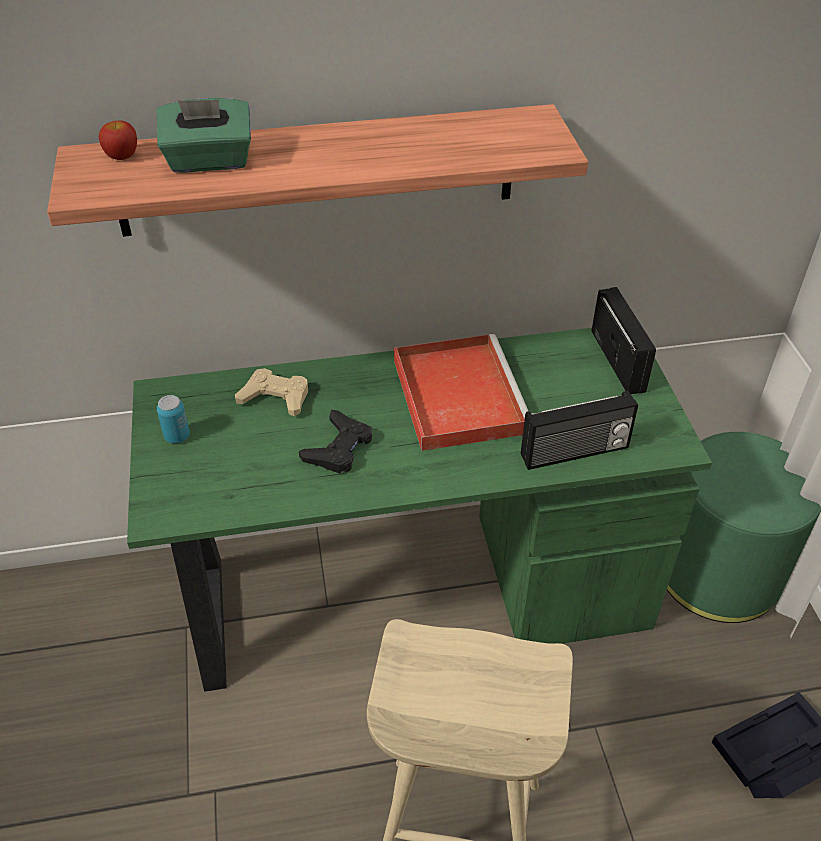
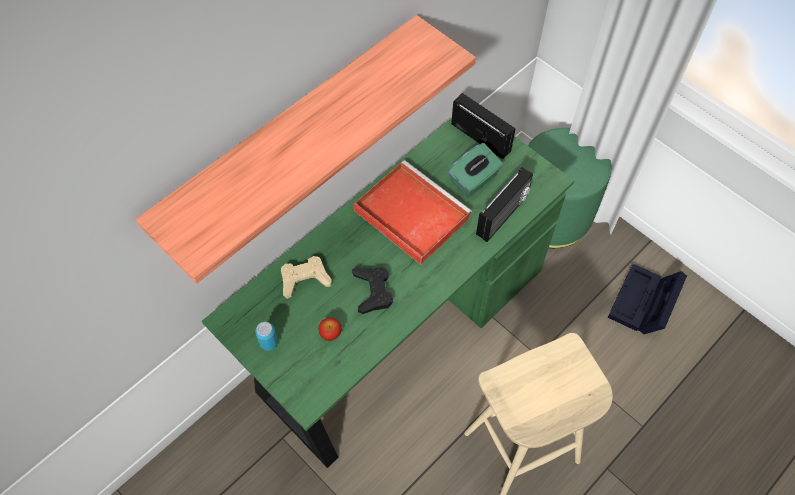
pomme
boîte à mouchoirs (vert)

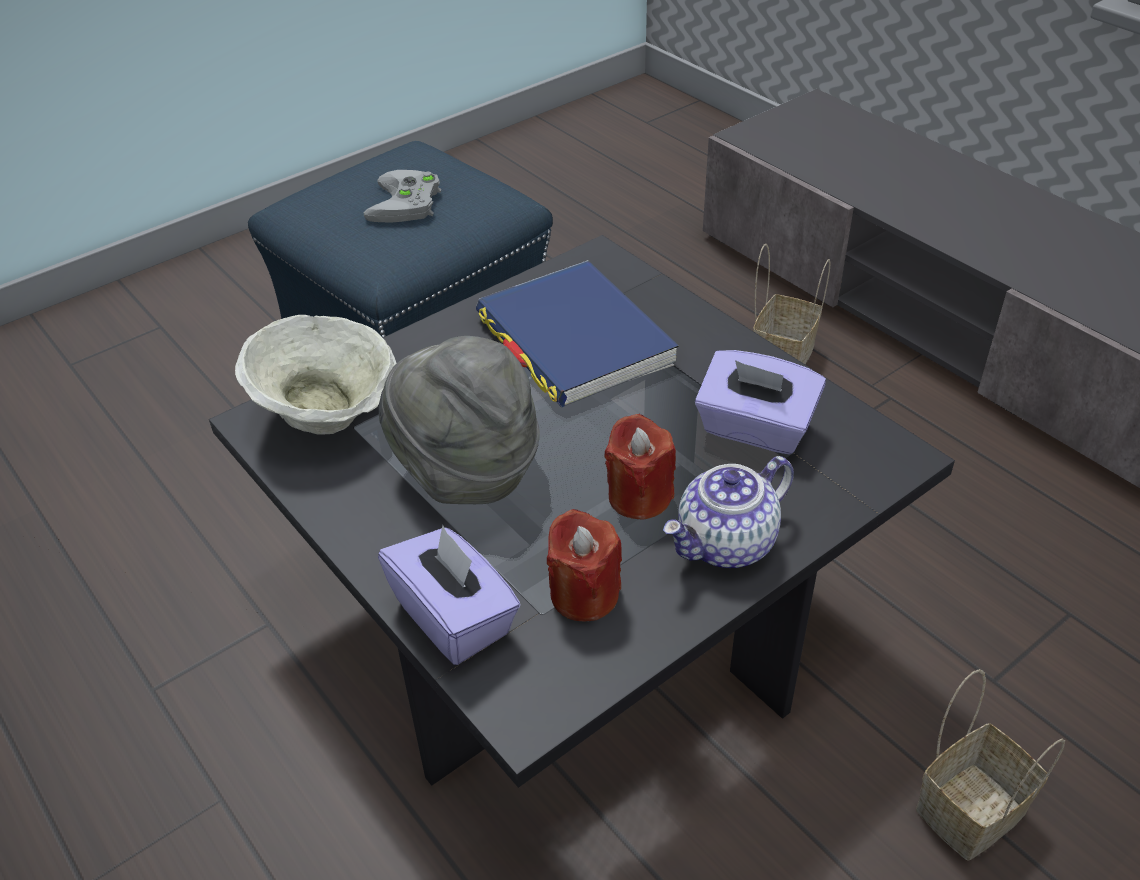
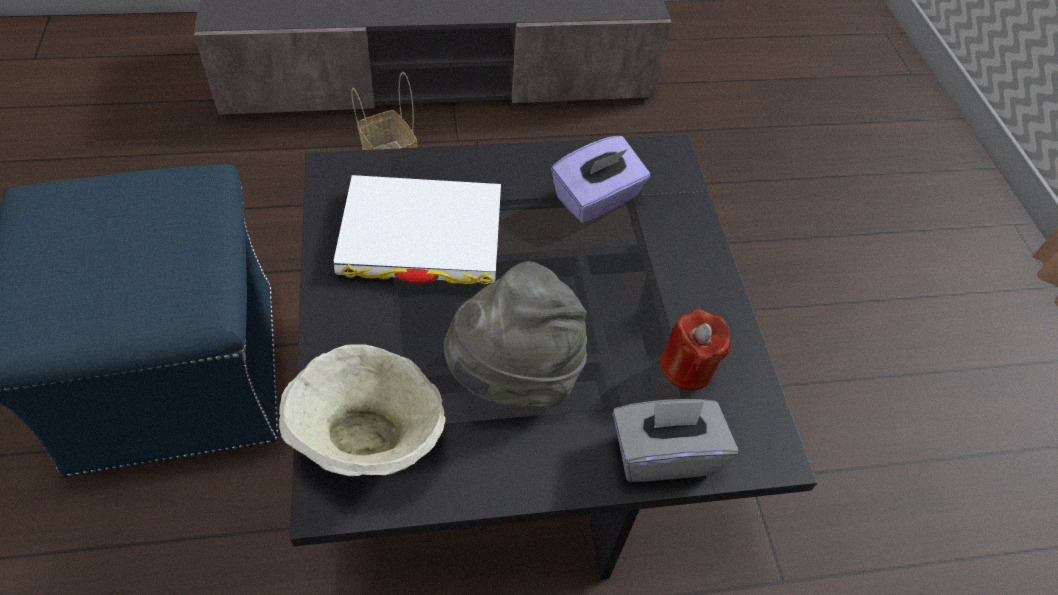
manette (gris)
bougie (rouge) (2nd from left in the first image)
théière
panier (2nd from left in the first image)
boîte à mouchoirs (gris)
livre (blanc)

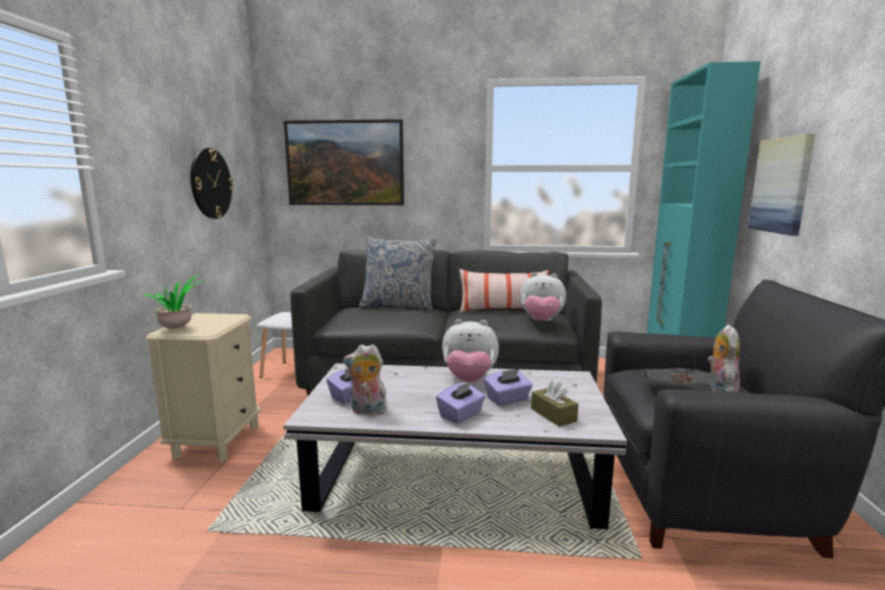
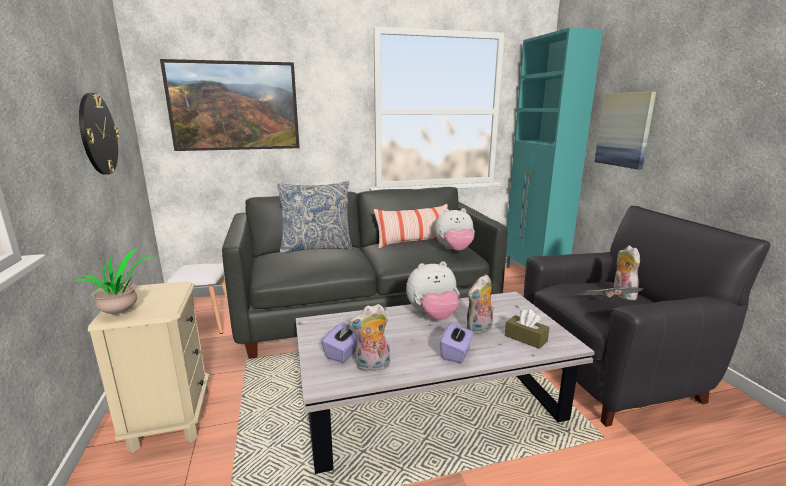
peluche (4th from left)

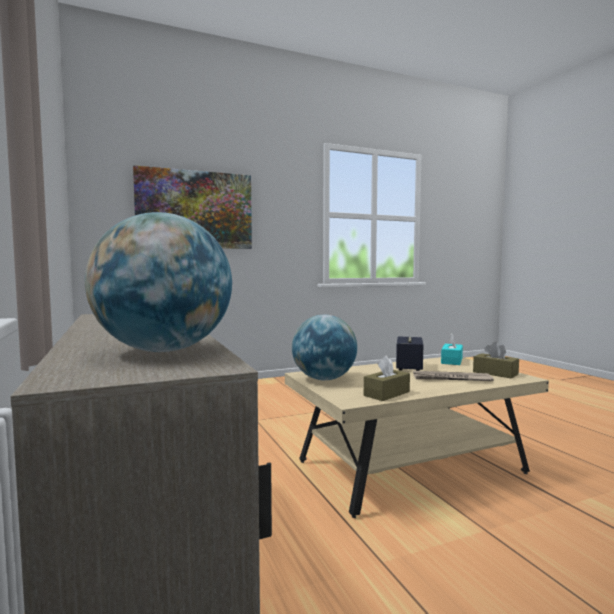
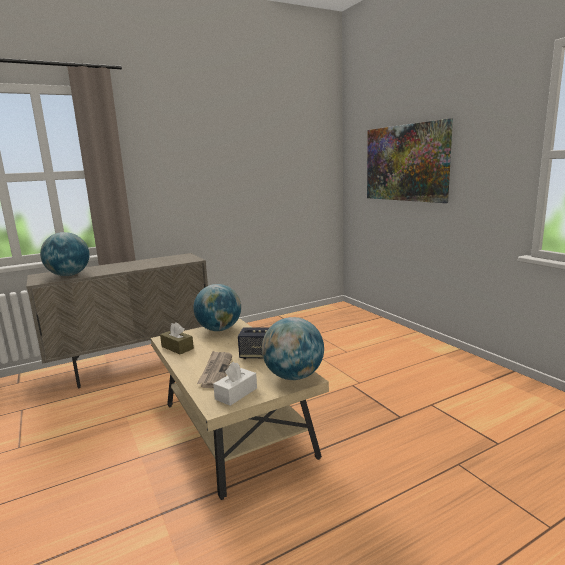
globe (3rd from left)
boîte à mouchoirs (blanc)

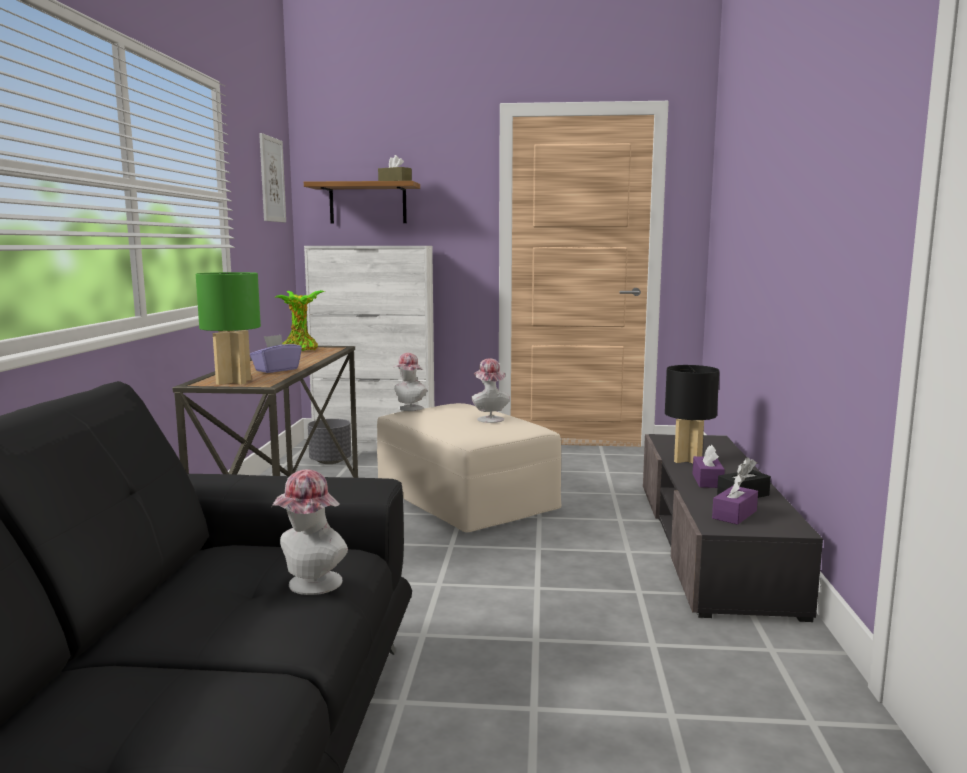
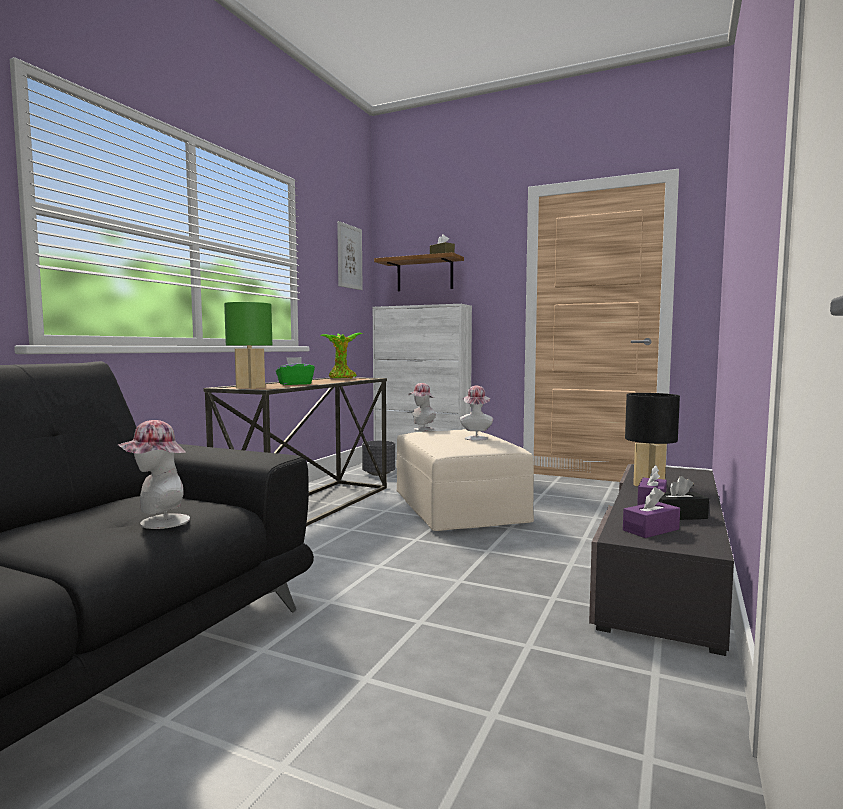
boîte à mouchoirs (vert)

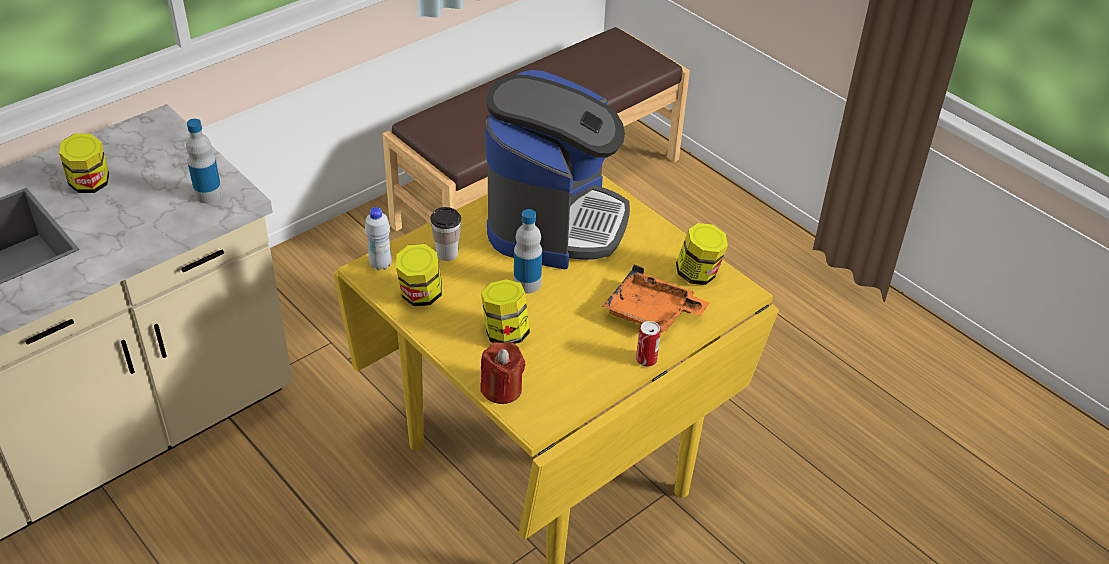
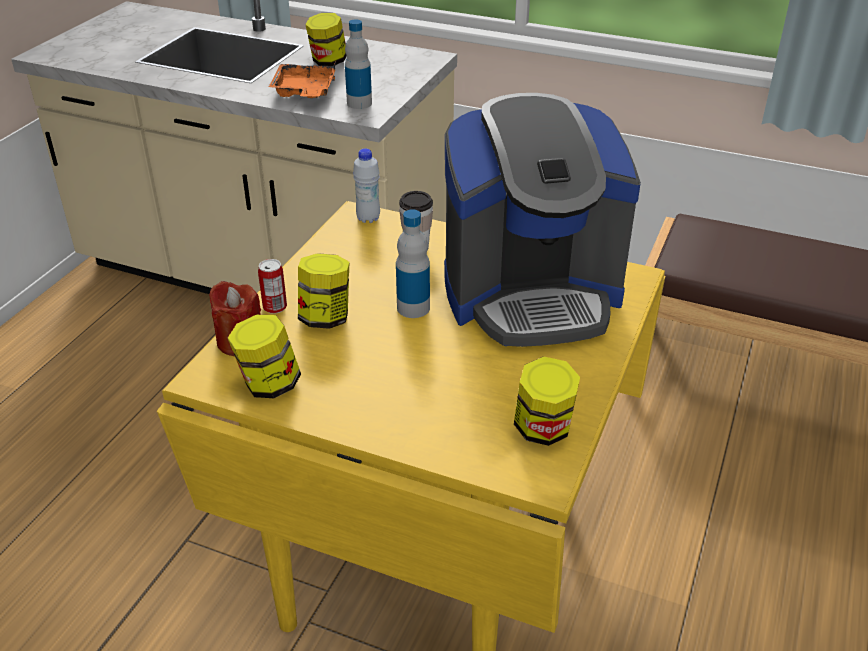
bocal (1st from left)
plateau (orange)
boîte métallique

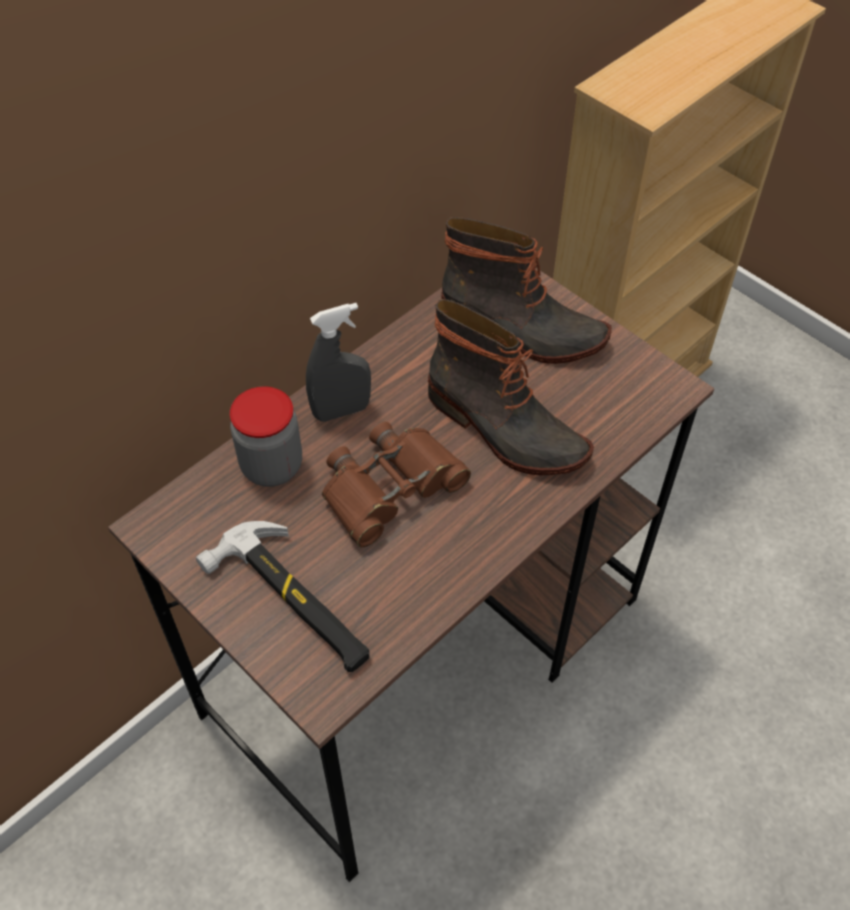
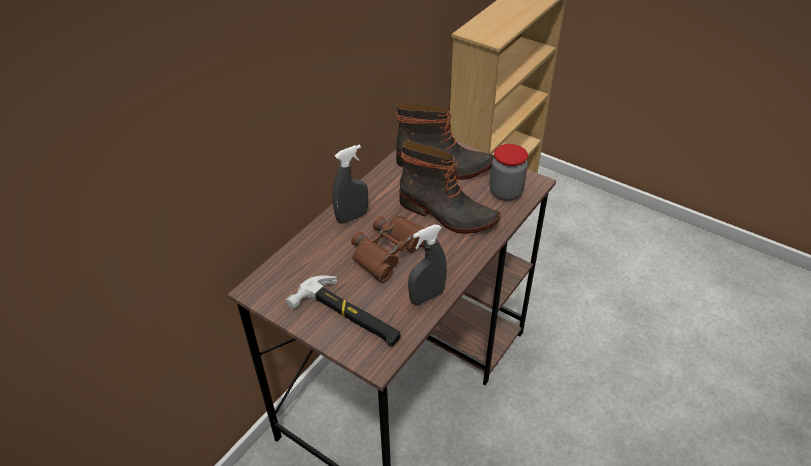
vaporisateur (gris) (2nd from left)
bocal

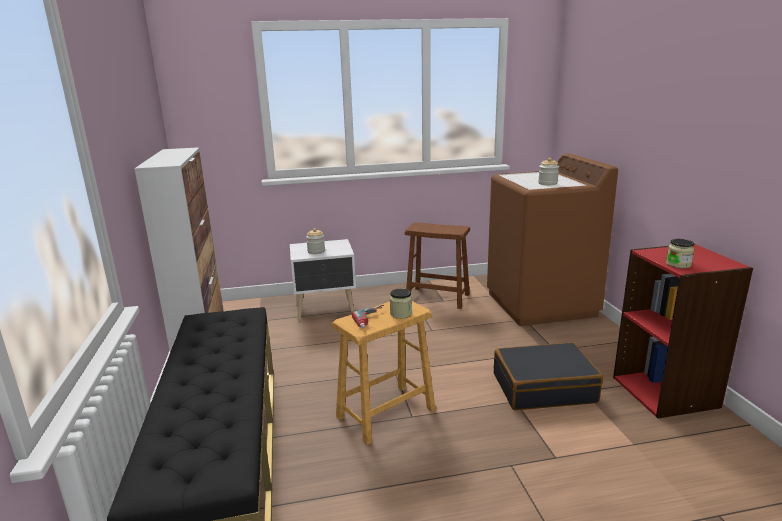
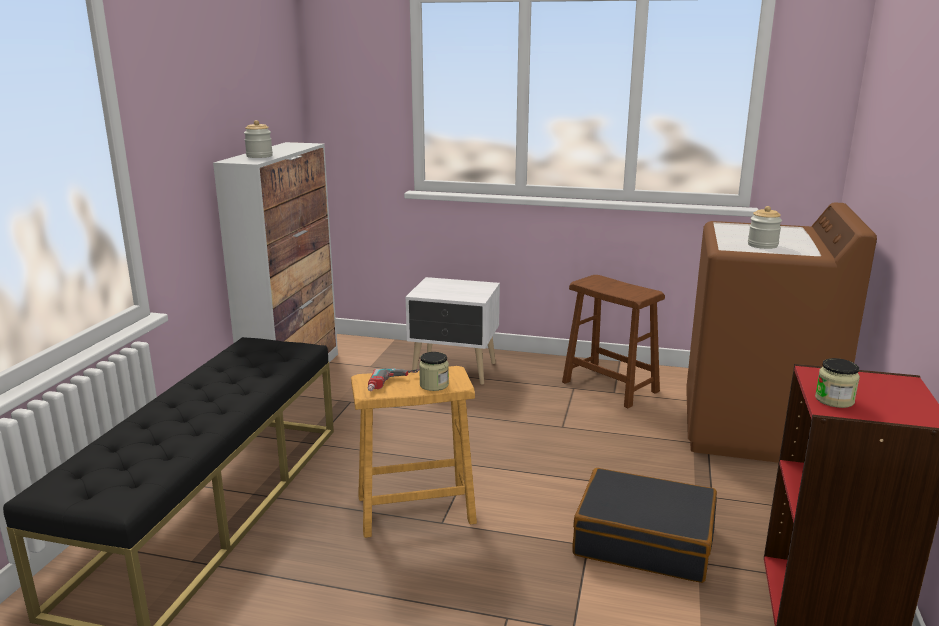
bocal (1st from left)

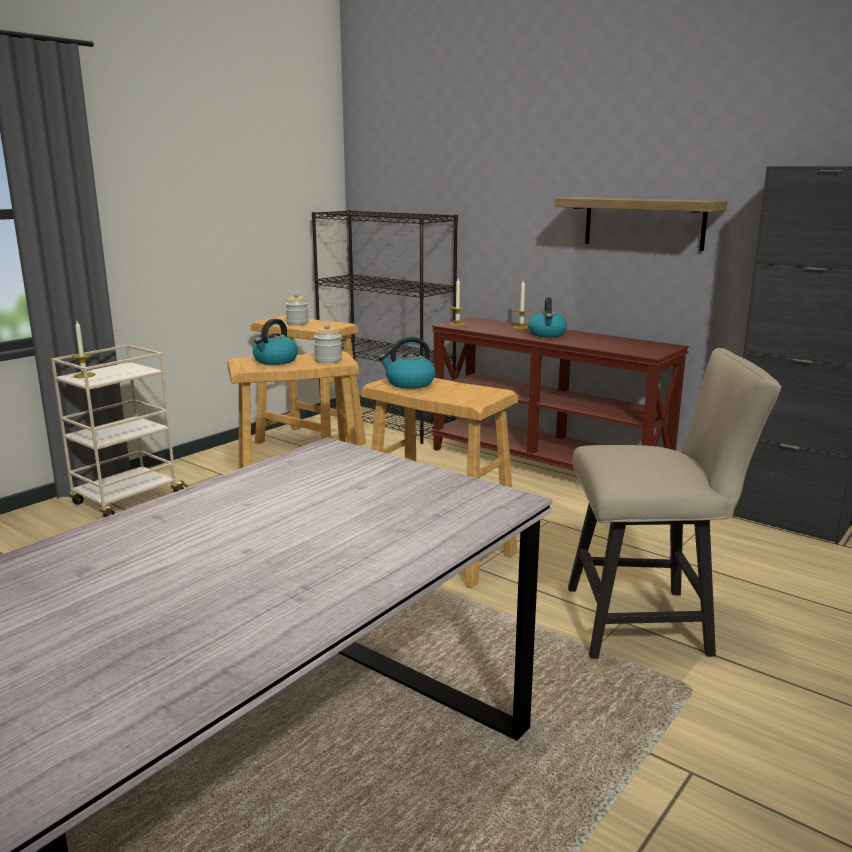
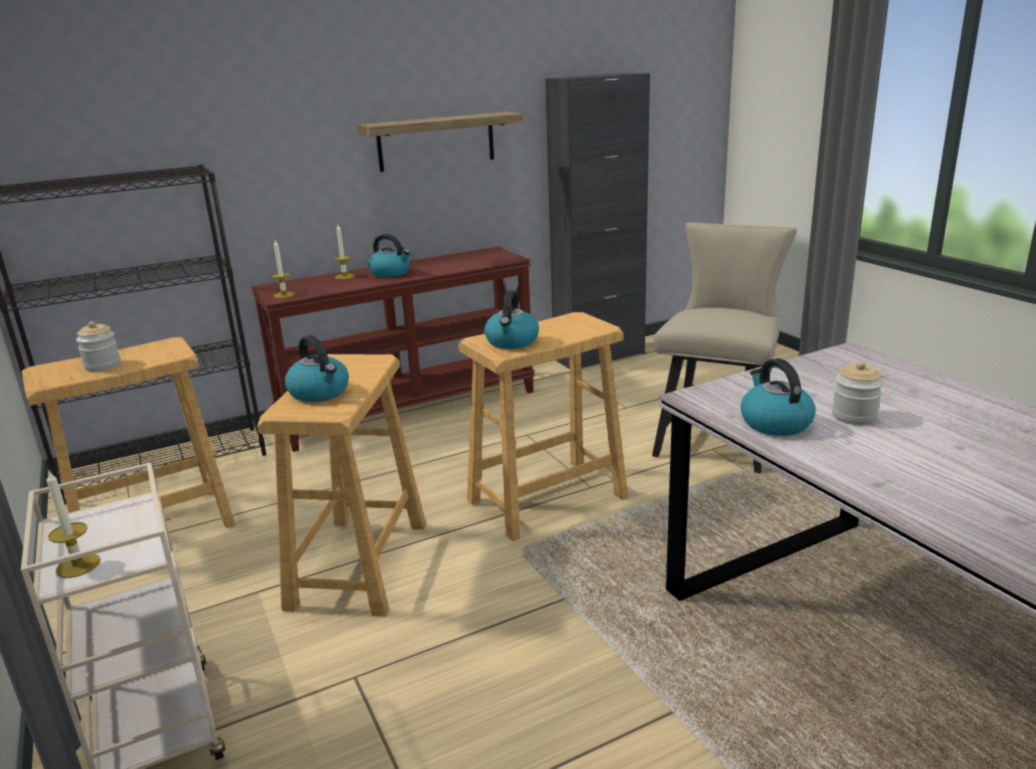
bouilloire (4th from left)
bocal (2nd from left)

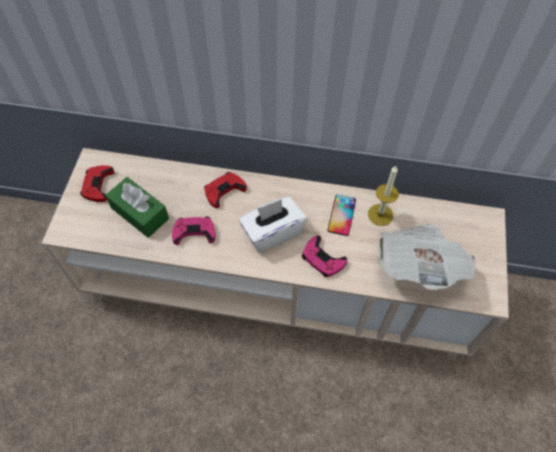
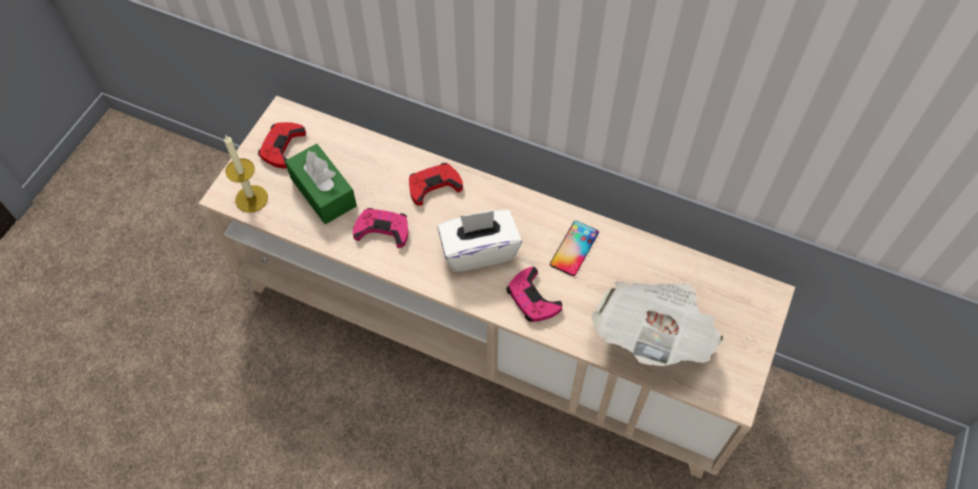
bougie

